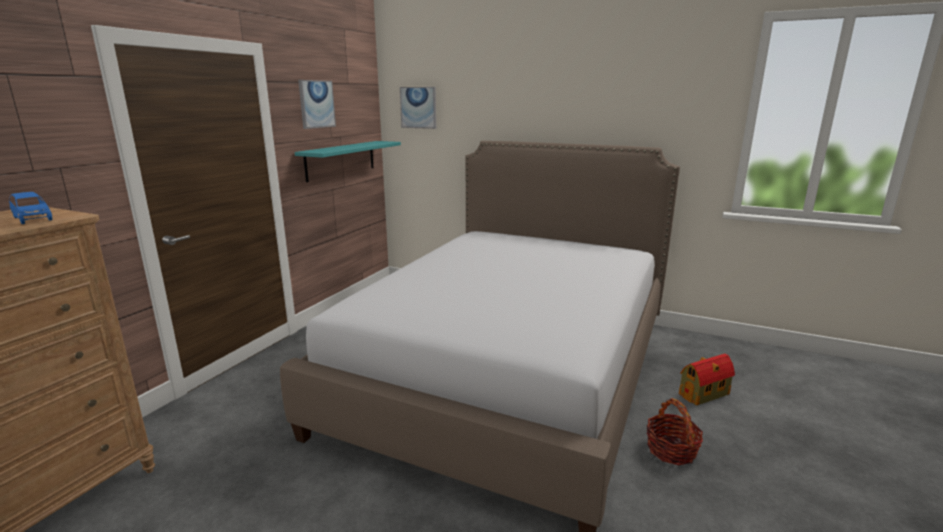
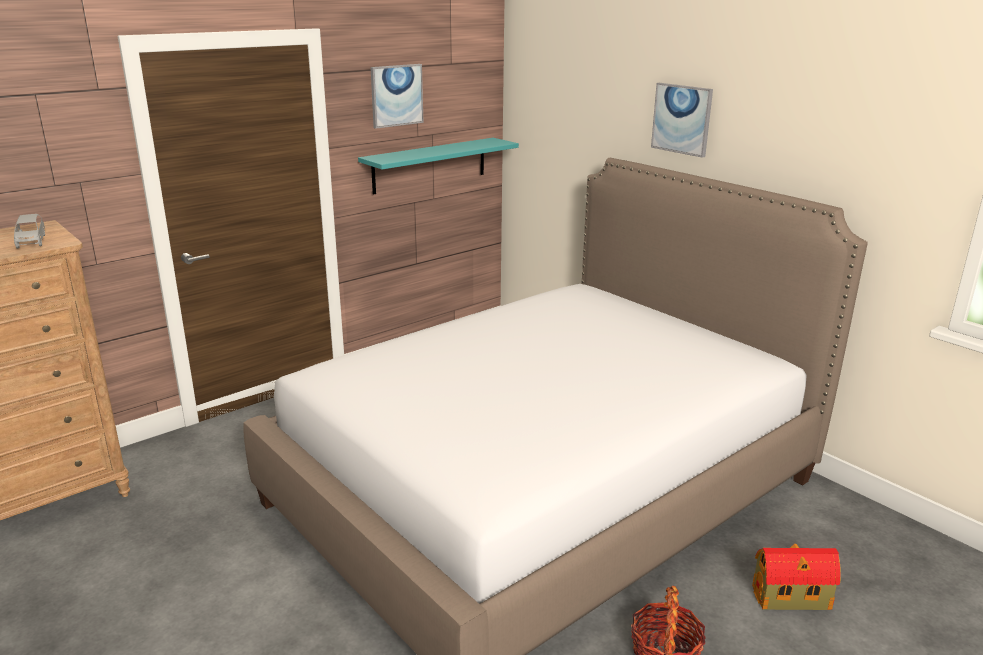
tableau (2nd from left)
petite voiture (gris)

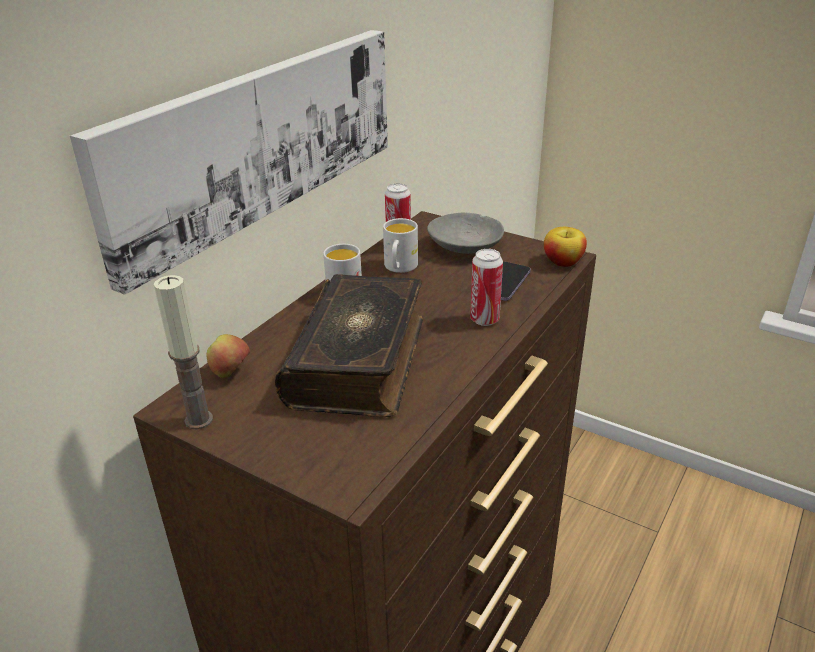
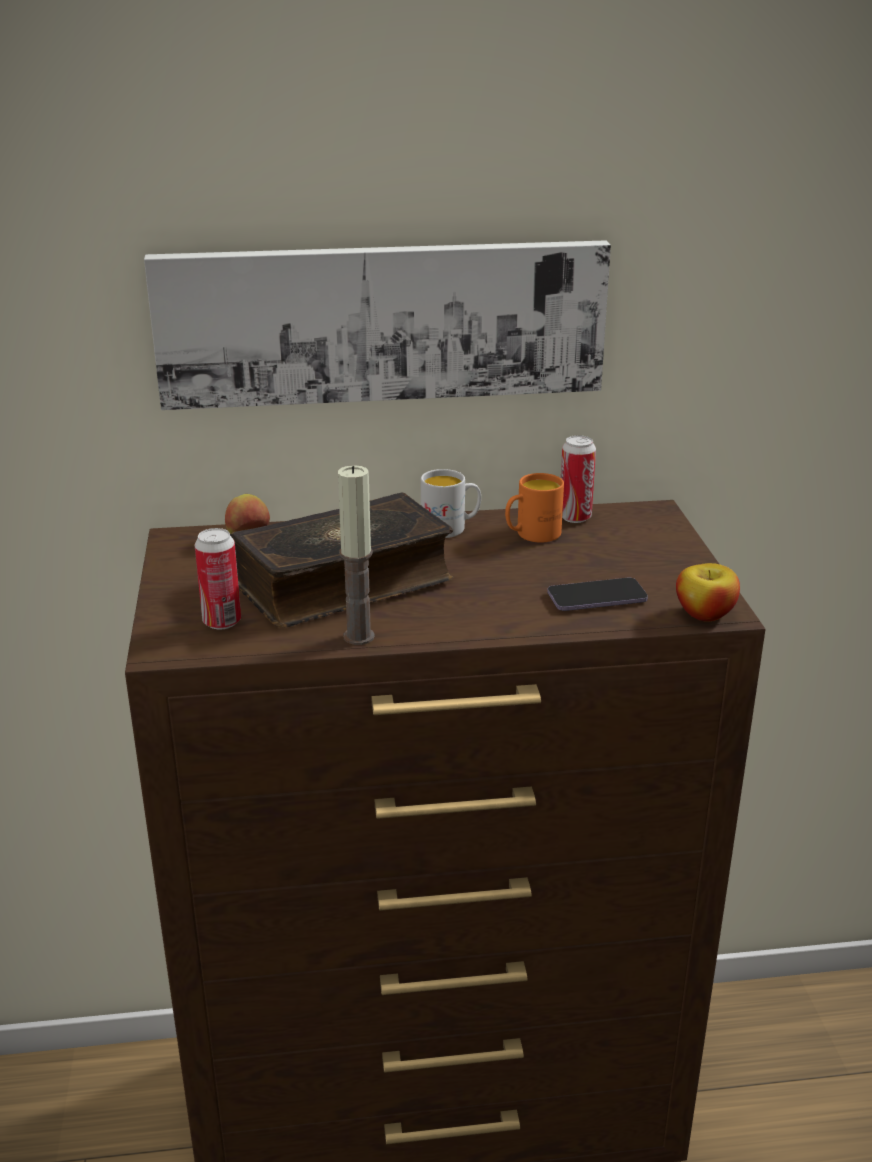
bol (gris)
bougie
boîte métallique (1st from left)
mug (orange)

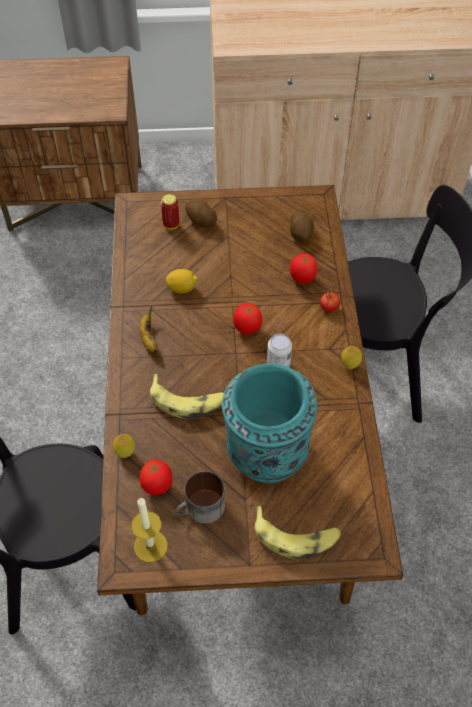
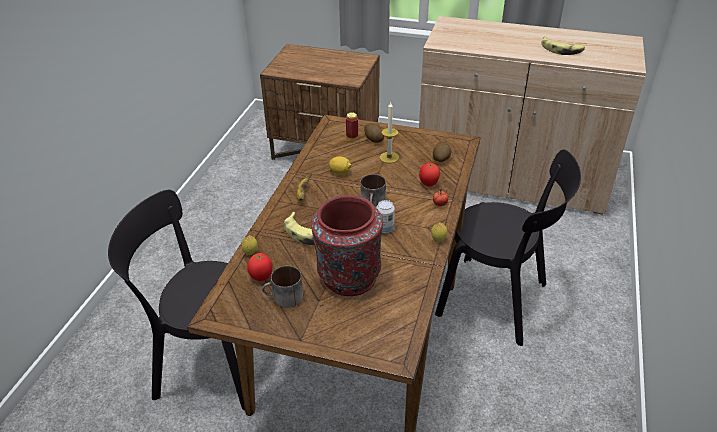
bougie
banane (3rd from left)
mug (2nd from left)
vase (rouge)

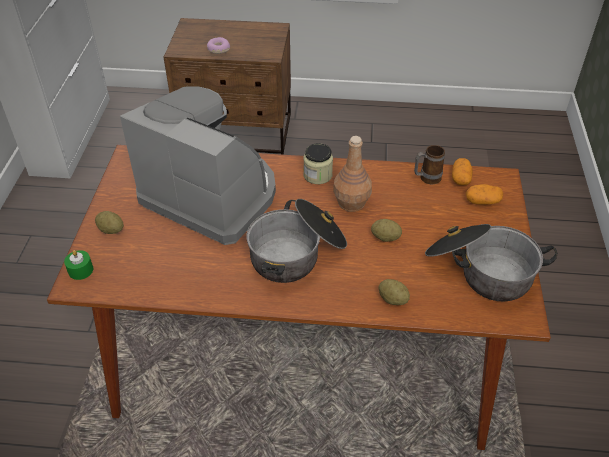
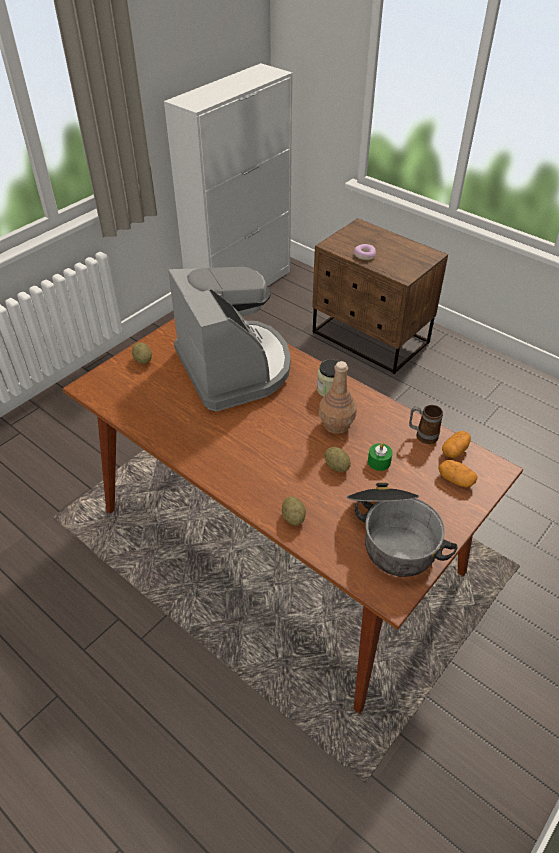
marmite (1st from left in the first image)
bougie (vert)

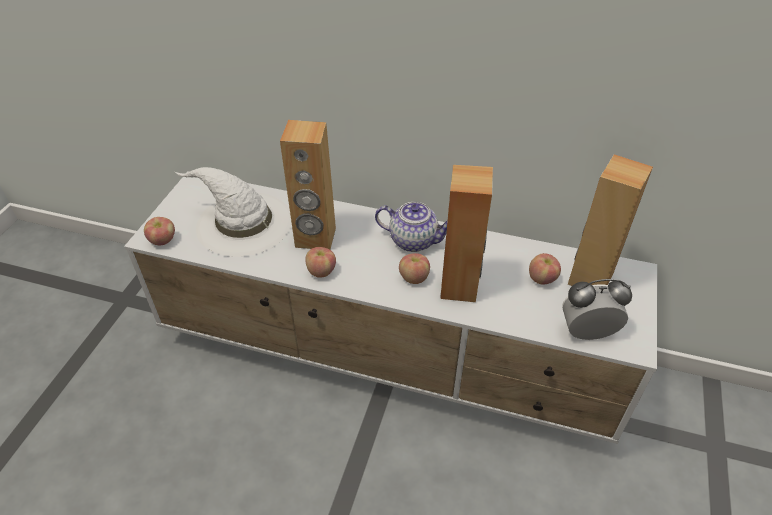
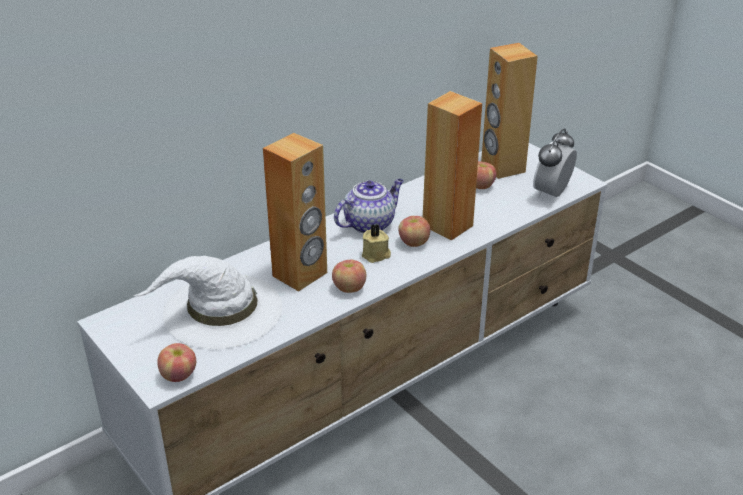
bougie (beige)

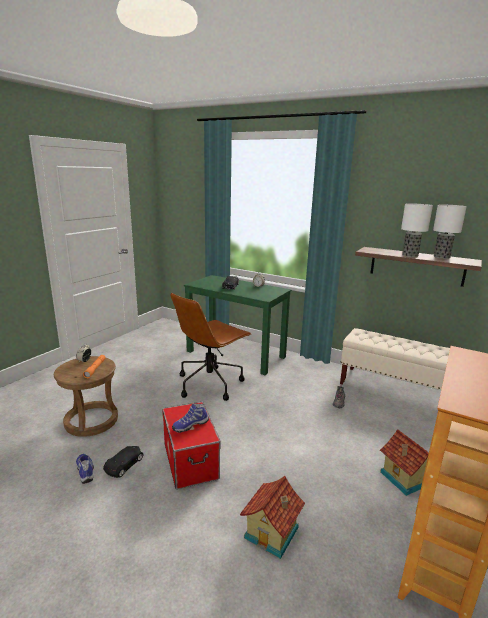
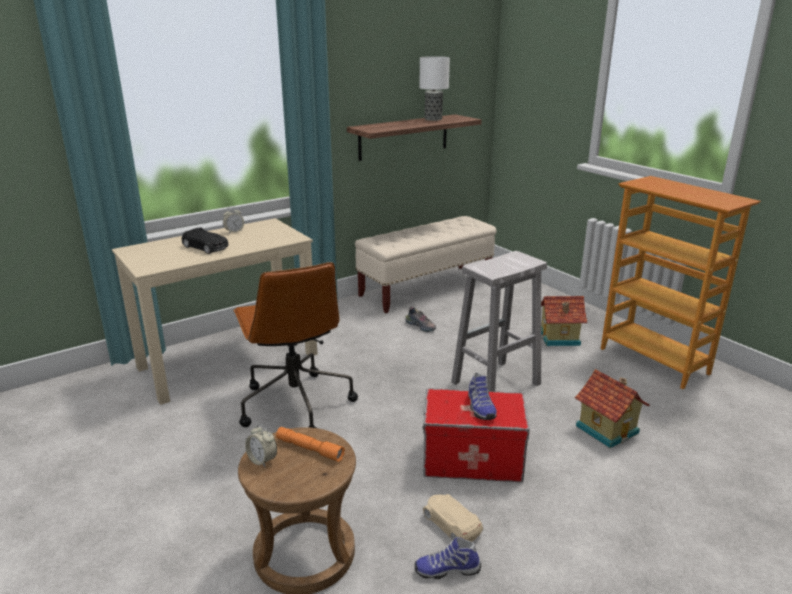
lampe de table (1st from left in the first image)
tabouret (blanc)
petite voiture (beige)
bureau (beige)

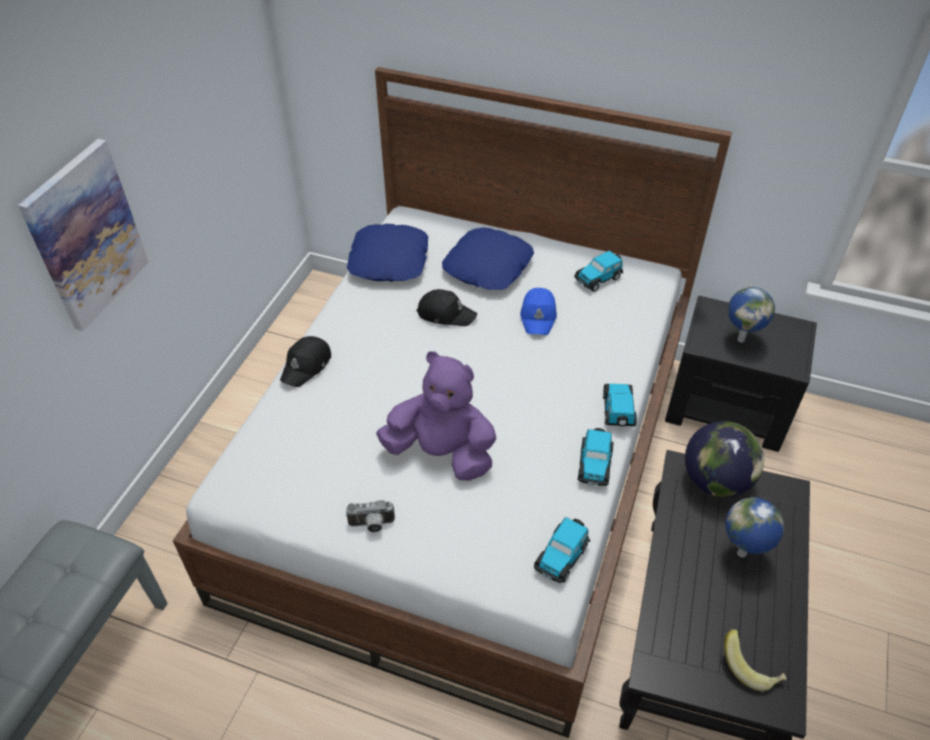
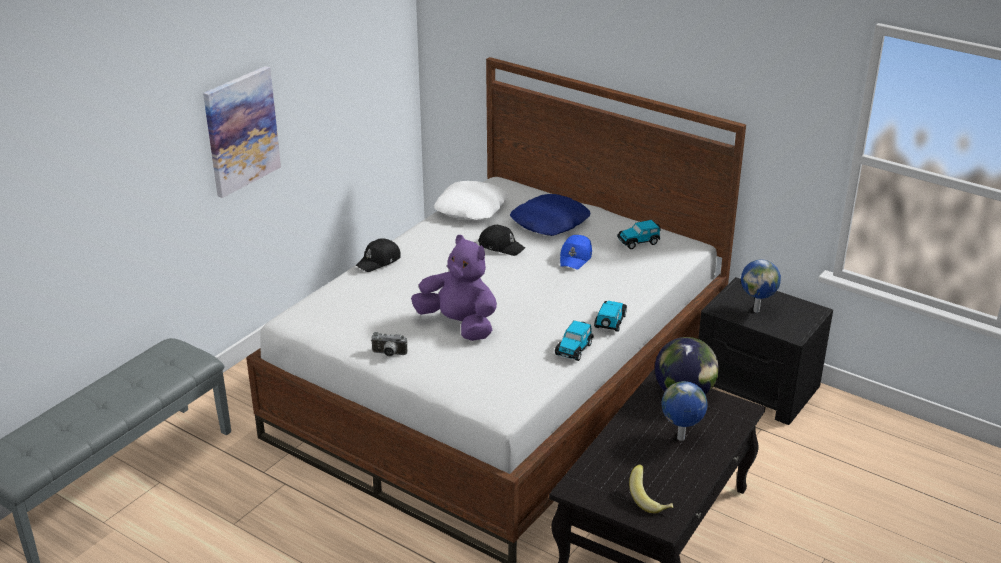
petite voiture (1st from left in the first image)
coussin (blanc)

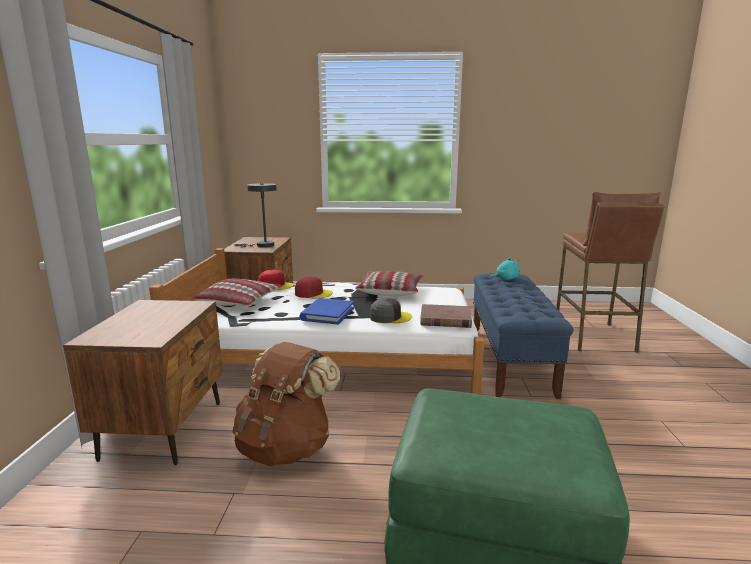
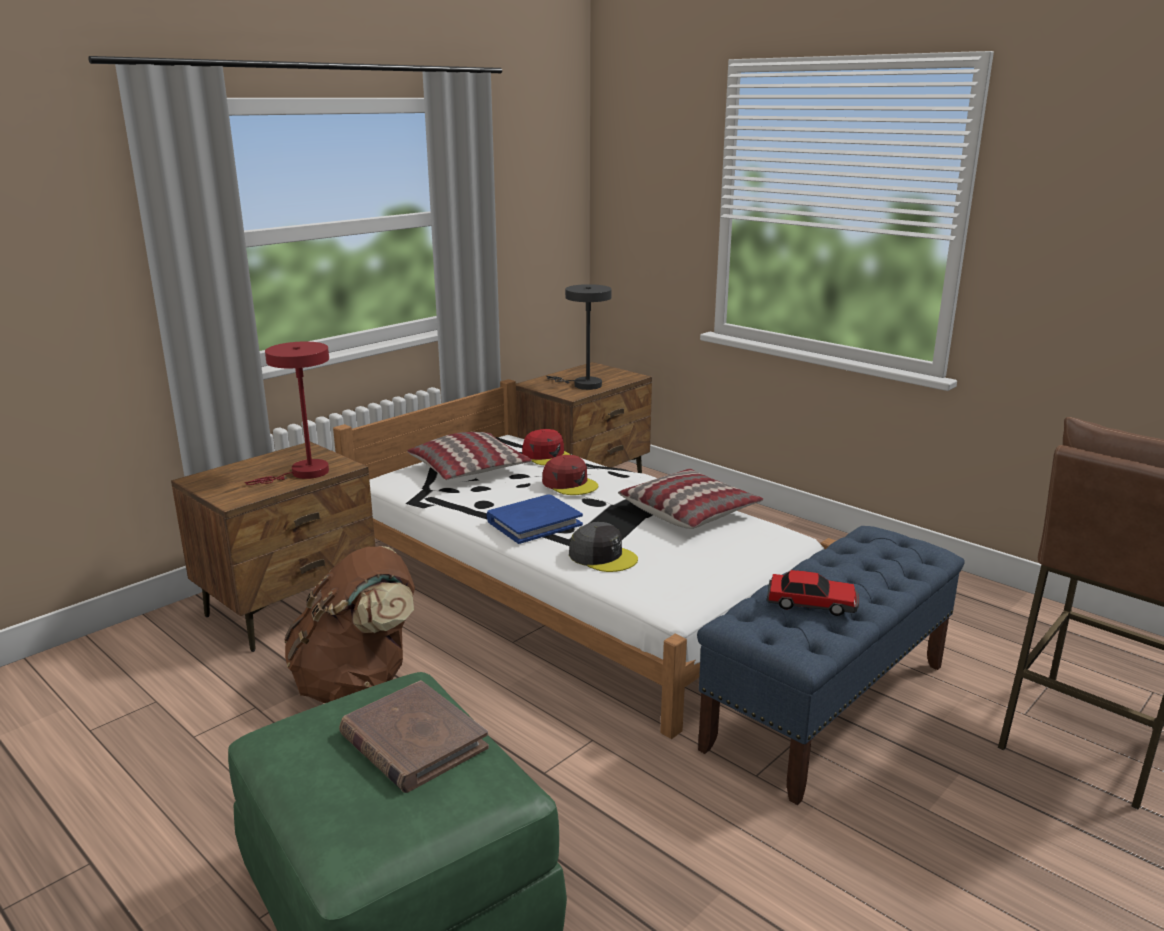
peluche (turquoise)
lampe de table (rouge)
petite voiture
livre (marron)

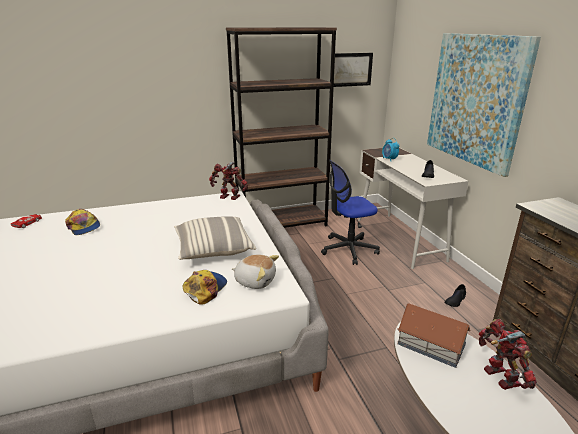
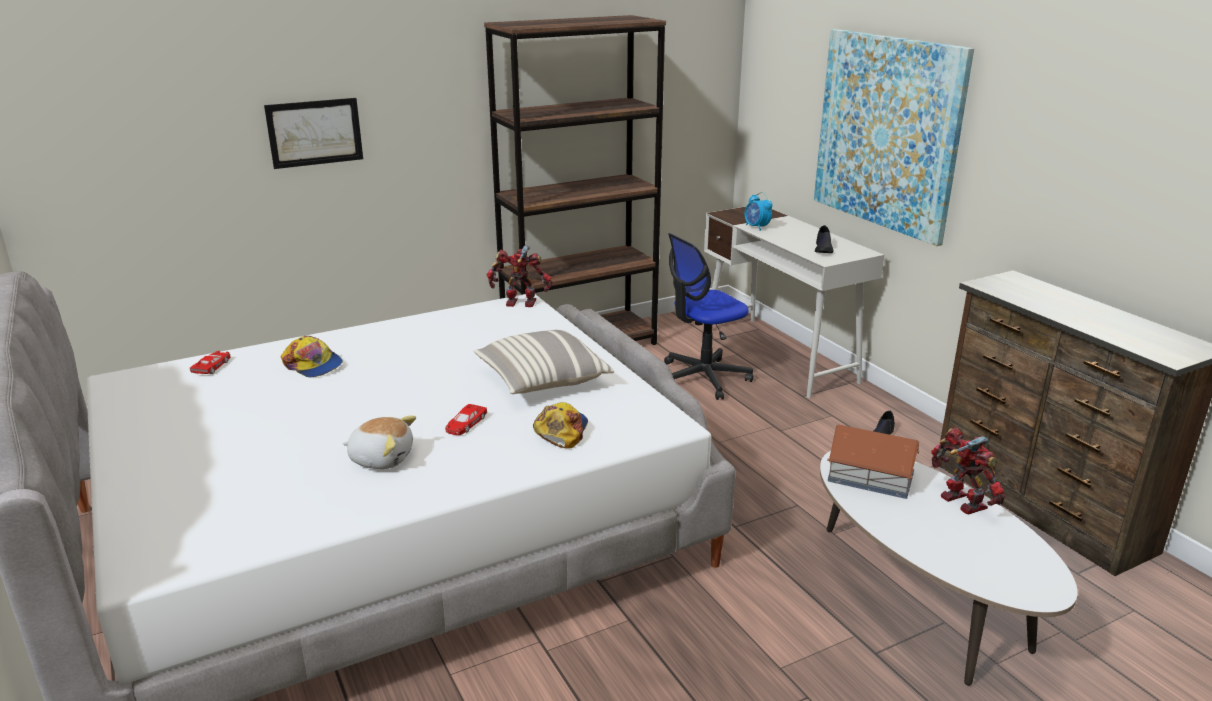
petite voiture (rouge) (2nd from left)
peluche
tableau (1st from left)

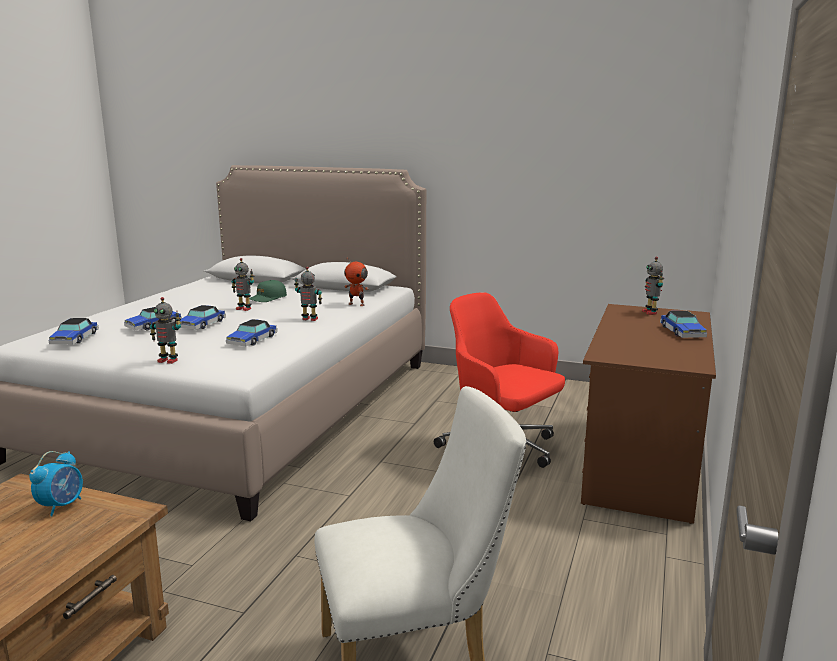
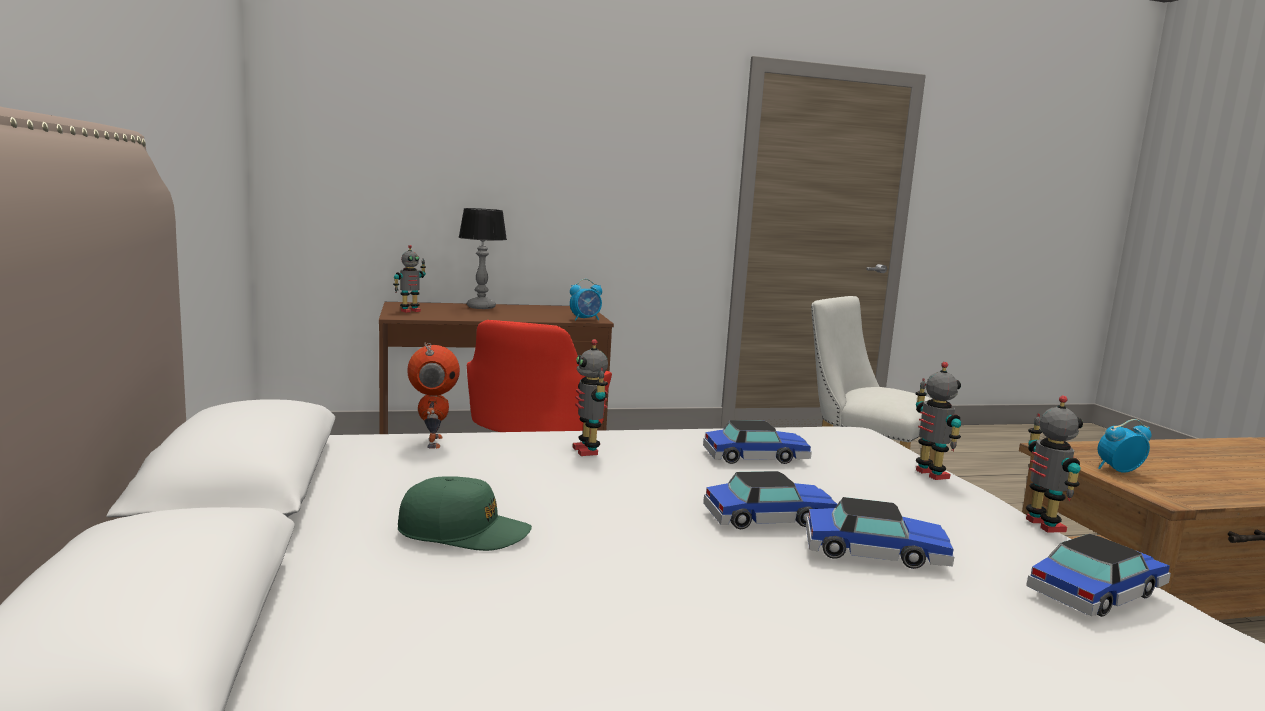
réveil (1st from left)
robot jouet (5th from left)
lampe de table

